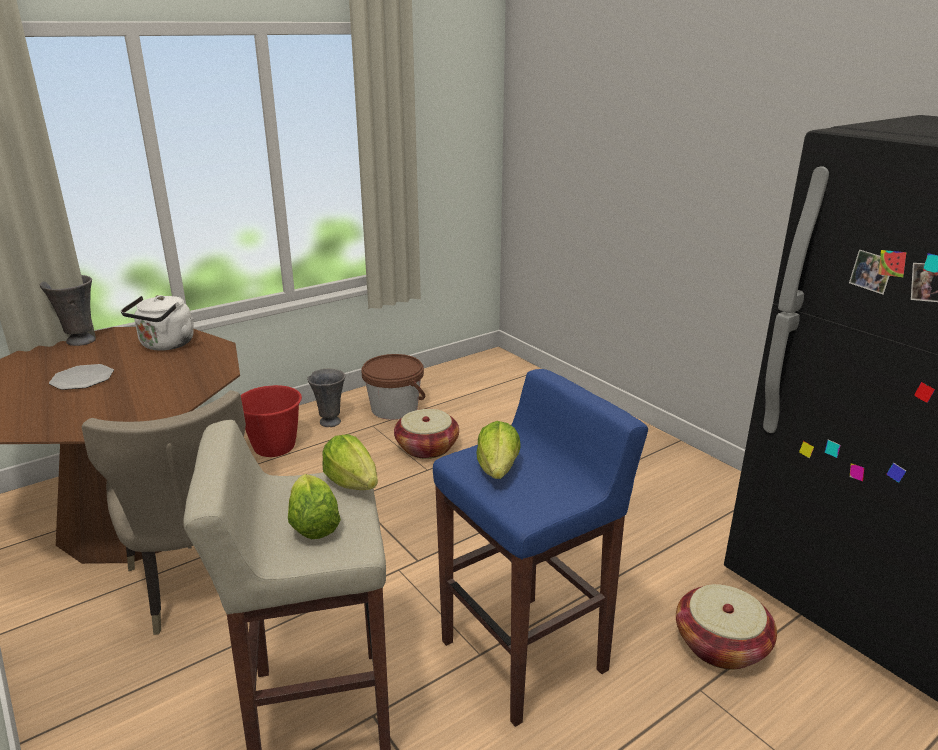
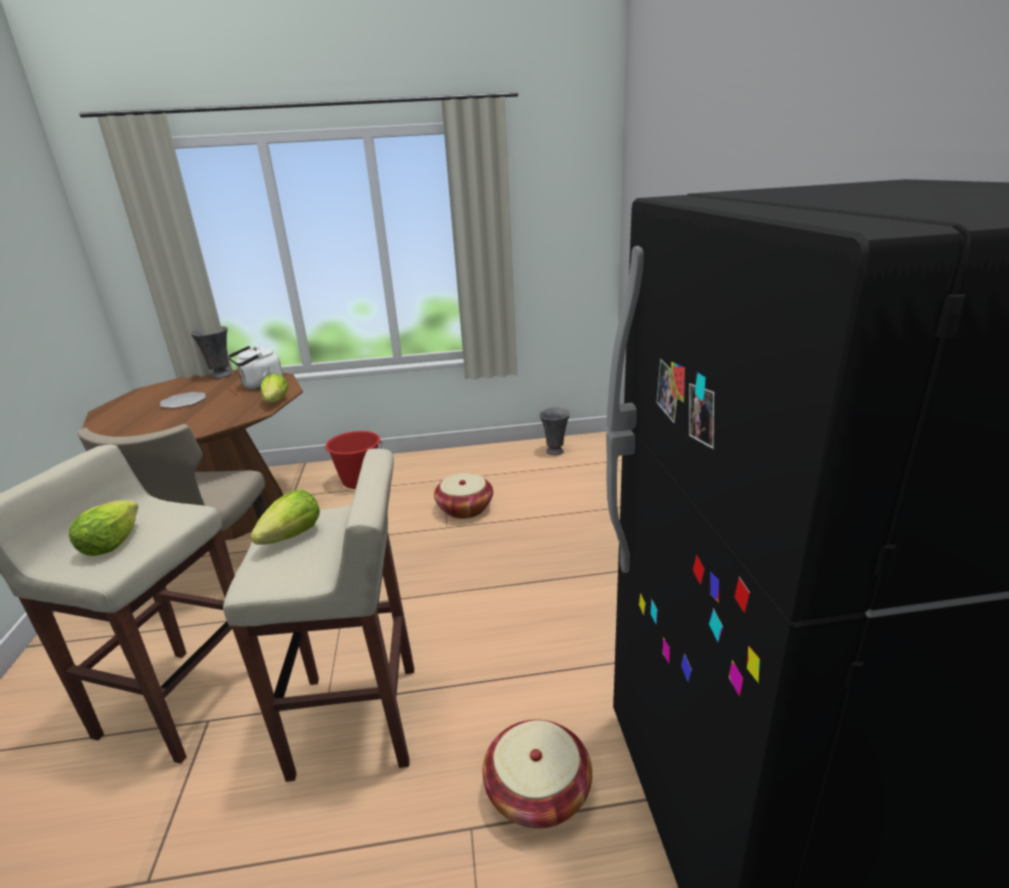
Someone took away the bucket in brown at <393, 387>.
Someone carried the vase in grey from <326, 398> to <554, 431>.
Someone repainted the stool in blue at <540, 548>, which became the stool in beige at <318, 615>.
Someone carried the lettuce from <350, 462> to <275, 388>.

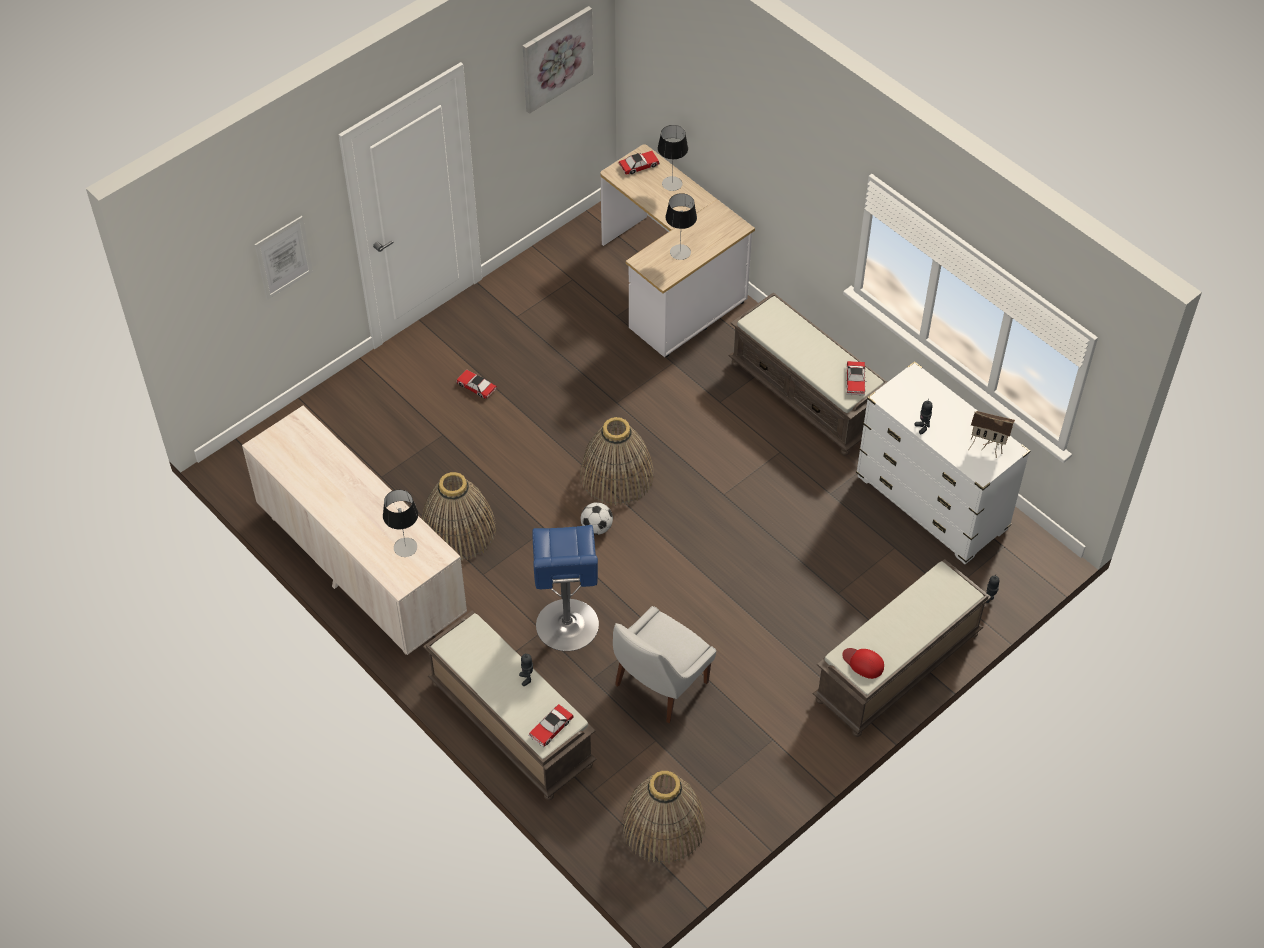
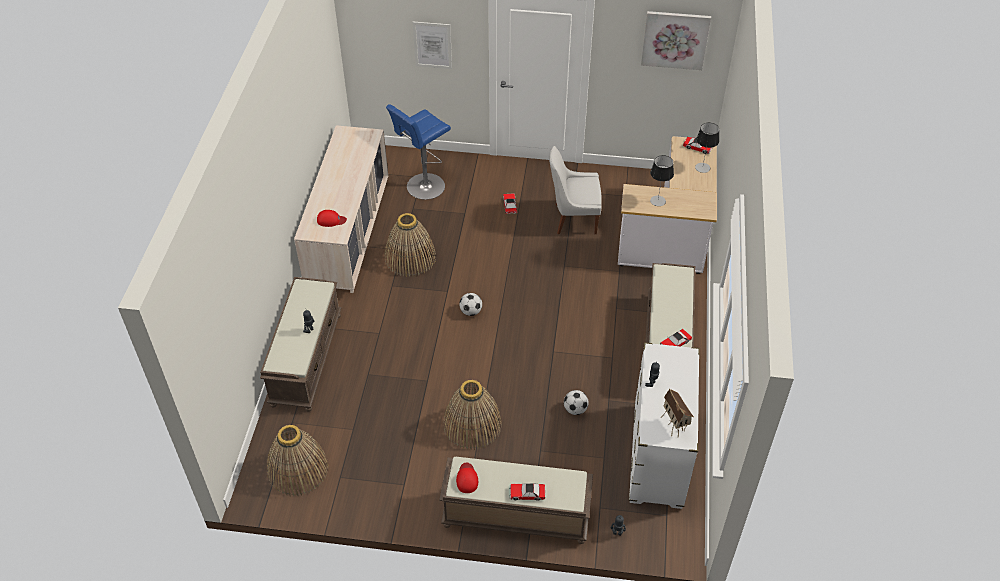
Someone carried the basket from <617, 461> to <472, 415>.
Someone swapped the table lamp at <400, 523> for the cap in red at <332, 218>.
Someone carried the stool in blue from <566, 588> to <418, 152>.
Someone carried the chair in white from <664, 664> to <575, 190>.
Someone carried the toy car from <551, 726> to <527, 492>.
Someone put down the football at <576, 402>.

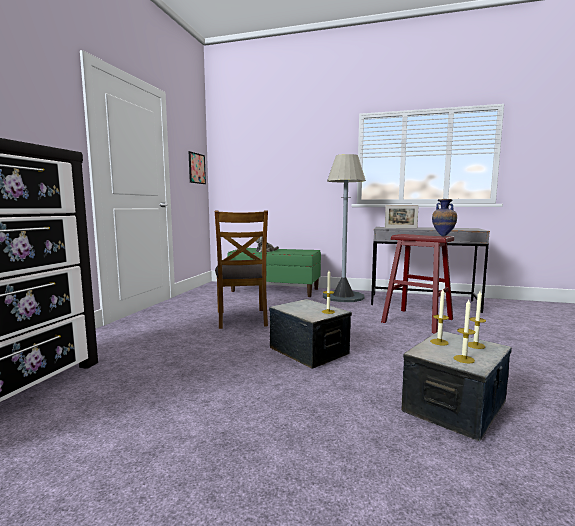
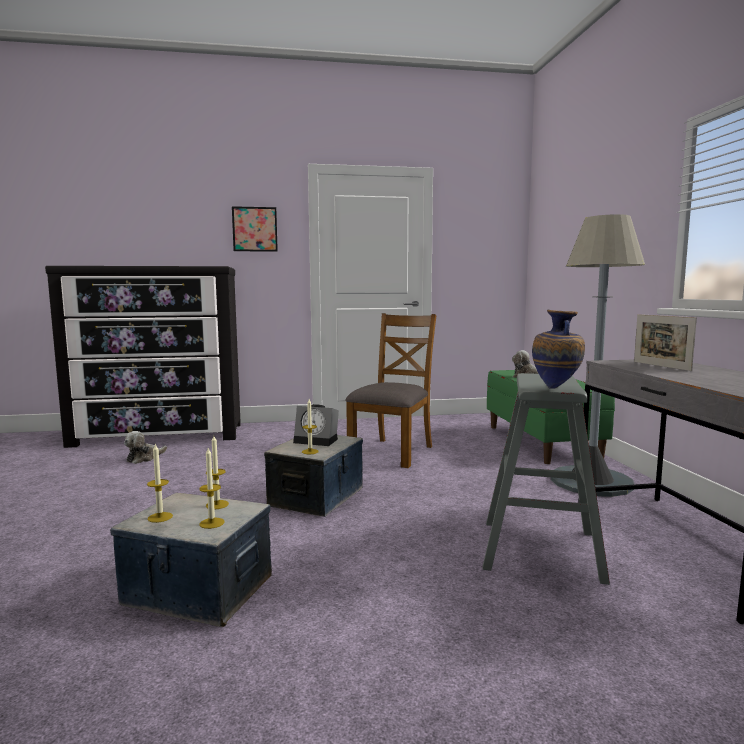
Someone carried the picture from <197, 167> to <255, 229>.
Someone rotated the chair in brown at <241, 269> by 150 degrees clockwise.
Someone repainted the stool in red at <417, 284>, which became the stool in grey at <546, 479>.
Someone put down the alarm clock at <316, 425>.
Someone put down the plush toy at <145, 447>.

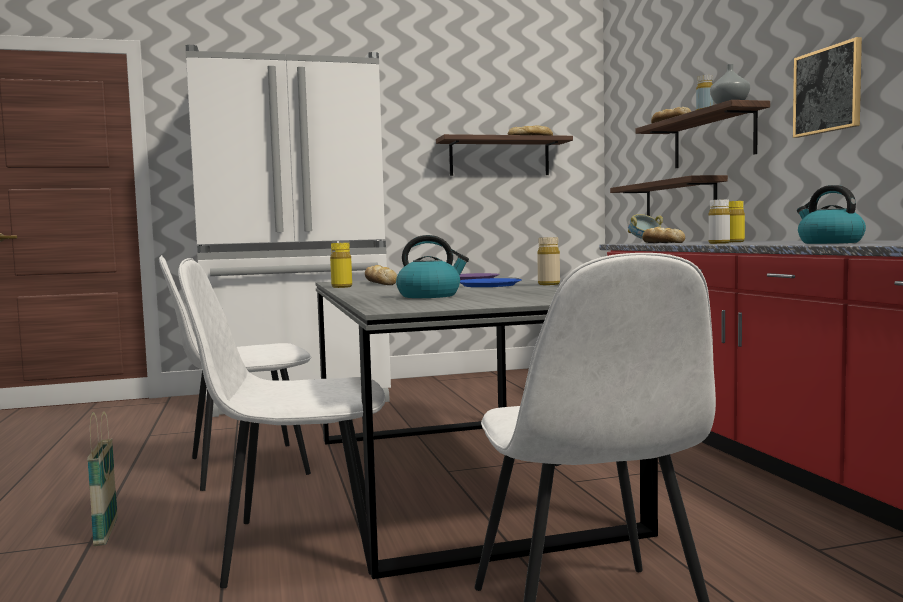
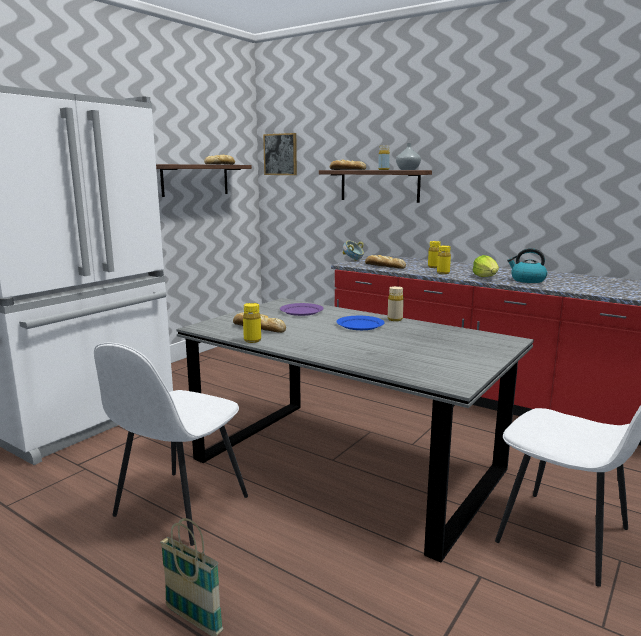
Someone carried the picture from <827, 87> to <280, 154>.
Someone took away the shelf at <669, 195>.
Someone repainted the bottle in white at <719, 221>, which became the bottle in yellow at <444, 260>.
Someone took away the kettle at <432, 266>.
Someone took away the chair in white at <281, 423>.
Someone put down the lettuce at <485, 266>.

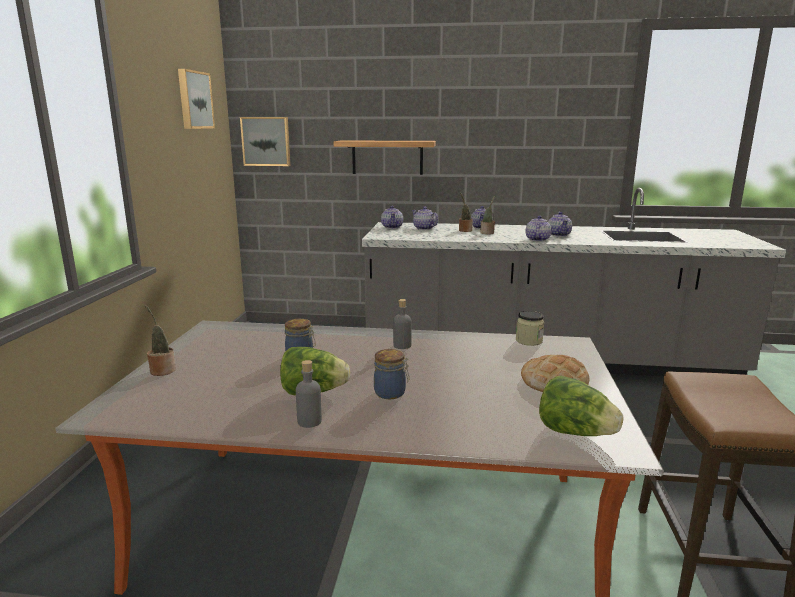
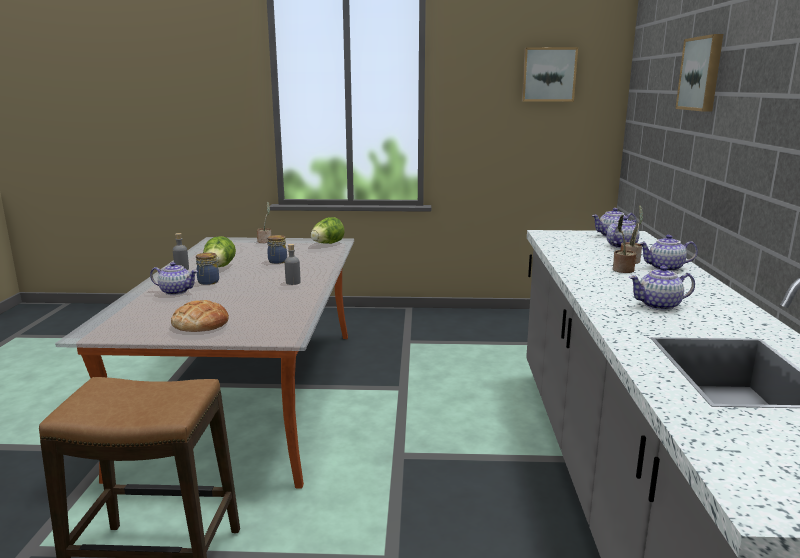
Someone carried the picture from <265, 141> to <699, 73>.
Someone took away the shelf at <385, 158>.
Someone carried the teapot from <538, 228> to <174, 278>.
Someone took away the jar at <530, 328>.
Someone carried the lettuce from <581, 406> to <328, 230>.

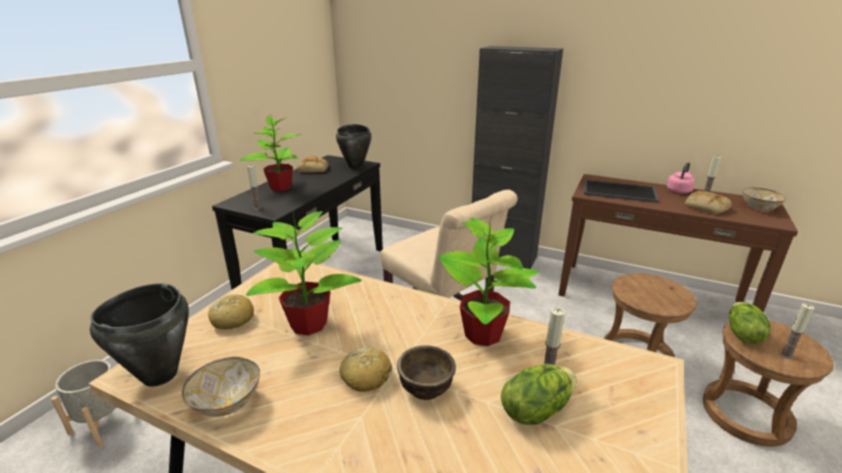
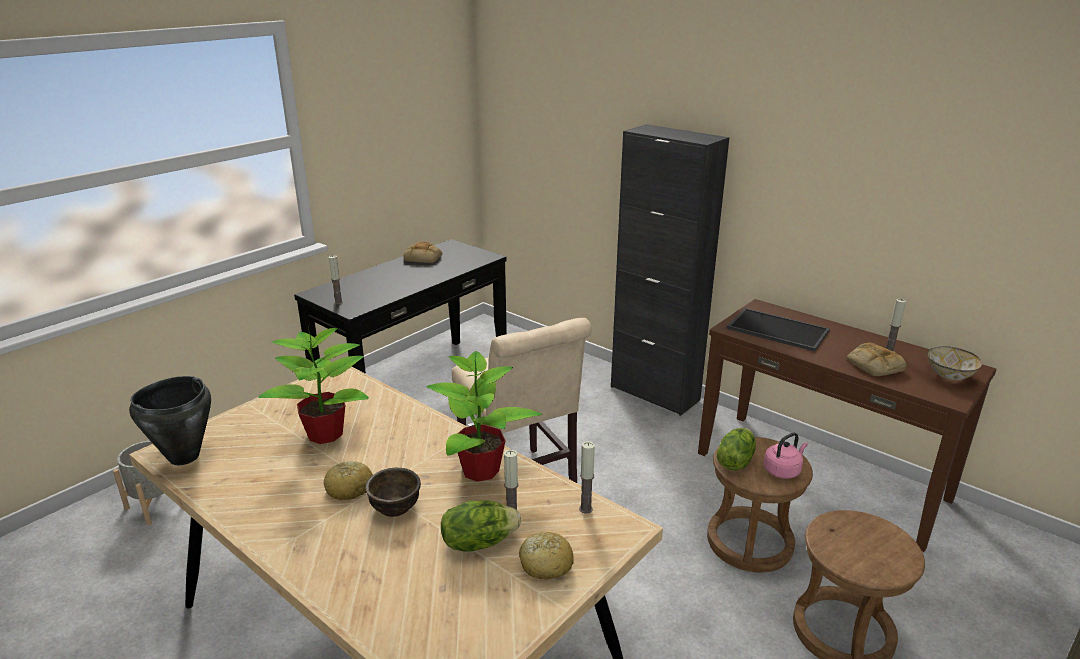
Someone took away the potted plant at <270, 152>.
Someone took away the cooking pot in black at <354, 146>.
Someone carried the kettle in pink from <681, 177> to <786, 456>.
Someone carried the bread from <231, 312> to <546, 556>.
Someone carried the lettuce from <750, 323> to <736, 449>.
Someone carried the candle from <797, 331> to <587, 477>.
Someone took away the bowl at <221, 387>.

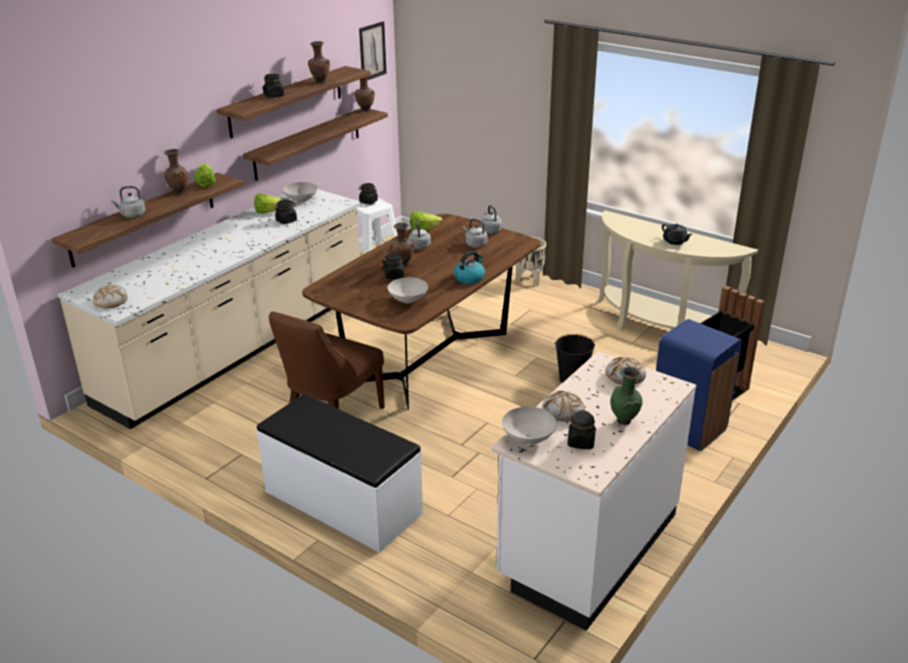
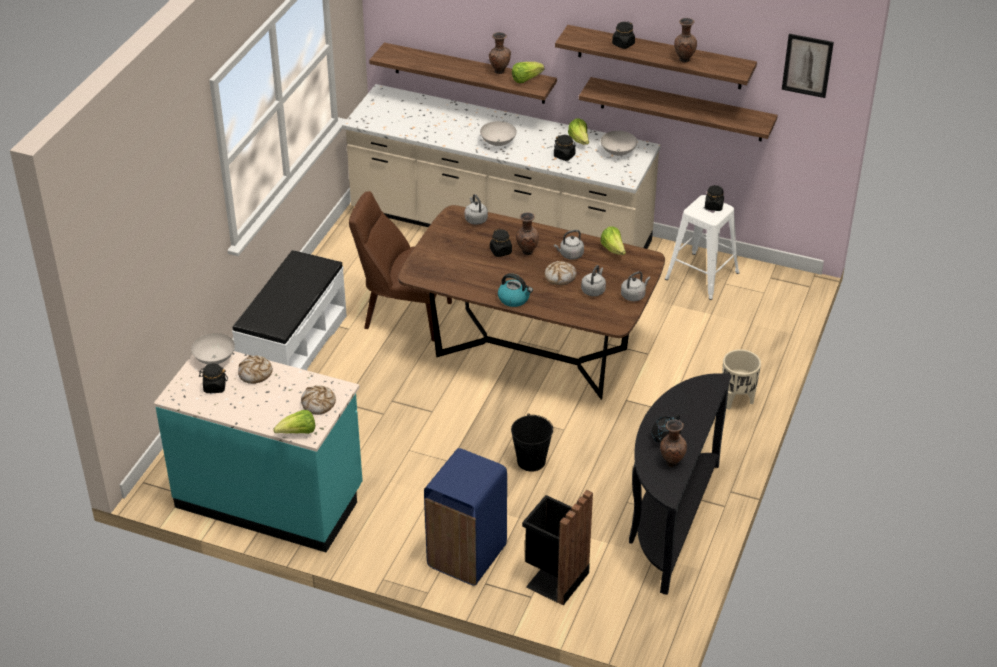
Someone carried the vase in brown from <365, 94> to <673, 443>.
Someone carried the kettle in grey from <128, 202> to <476, 209>.
Someone repainted the console table in beige at <678, 270>, which became the console table in black at <680, 484>.
Someone carried the bowl in white from <407, 290> to <498, 133>.
Someone carried the bread from <110, 296> to <561, 273>.
Someone repainted the counter in white at <593, 491>, which became the counter in turquoise at <258, 451>.
Someone took away the vase in green at <627, 396>.
Someone put down the lettuce at <294, 422>.

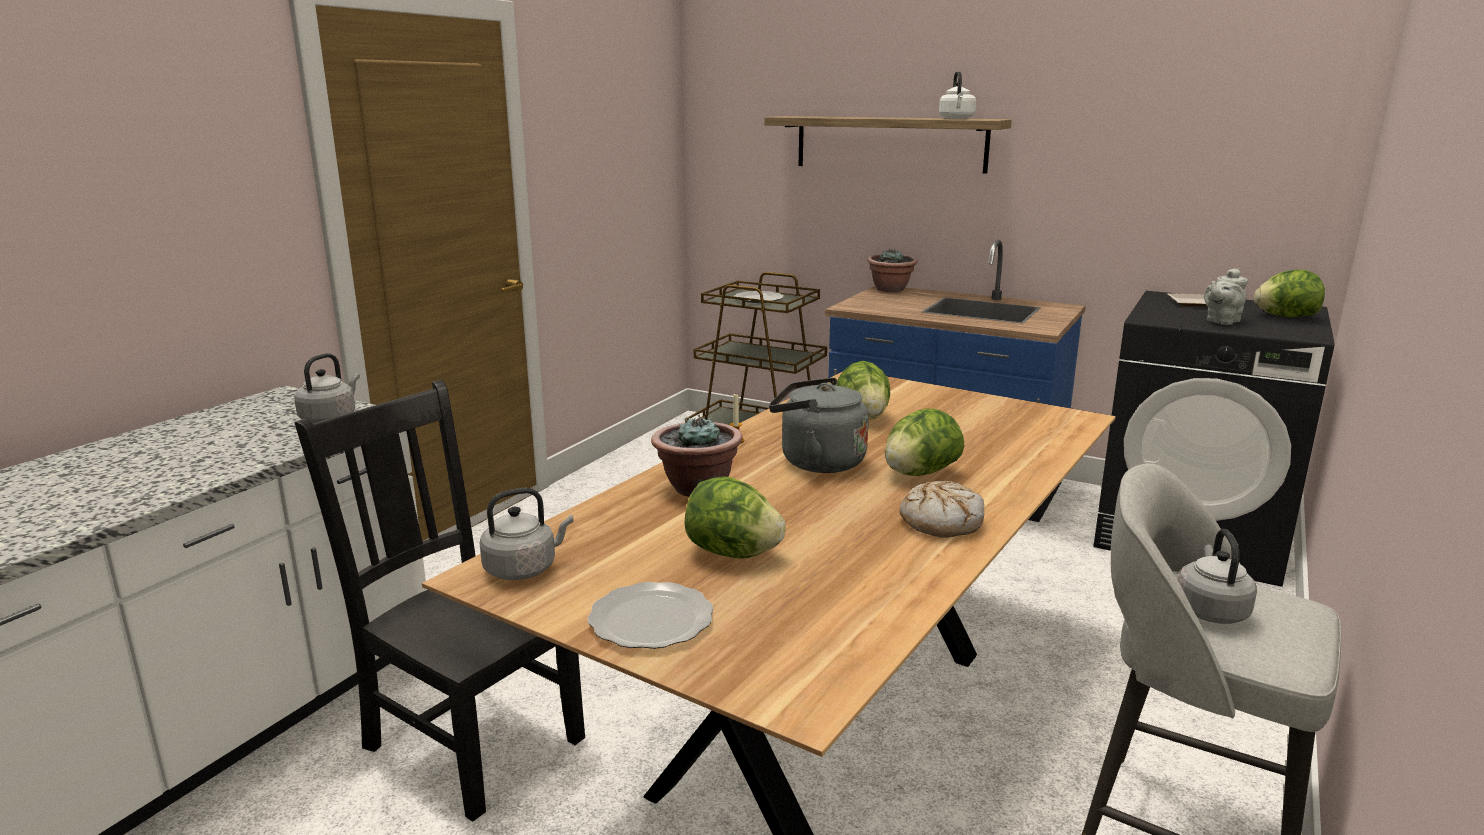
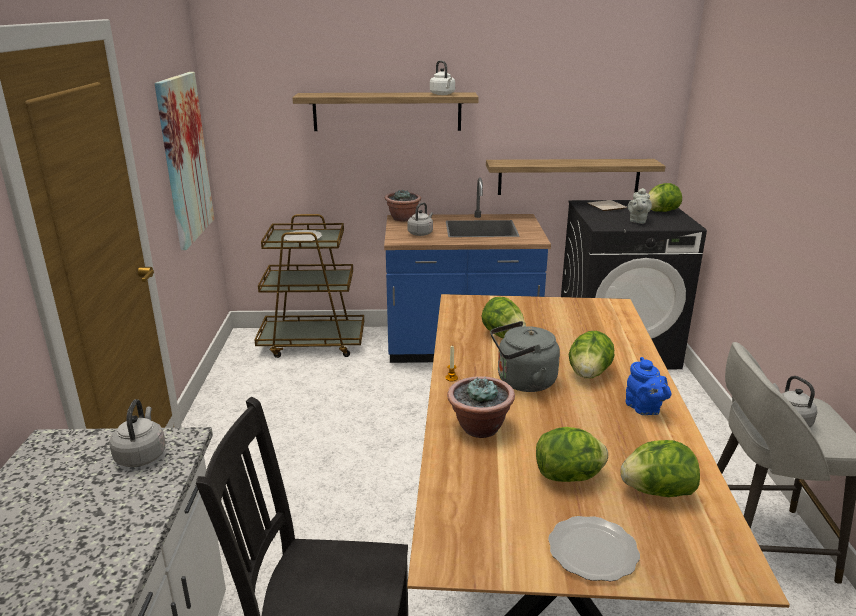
Someone swapped the bread at <941, 509> for the teapot in blue at <649, 386>.
Someone carried the kettle in grey from <527, 534> to <420, 219>.
Someone put up the picture at <184, 161>.
Someone put up the shelf at <576, 177>.
Someone put down the lettuce at <660, 468>.

